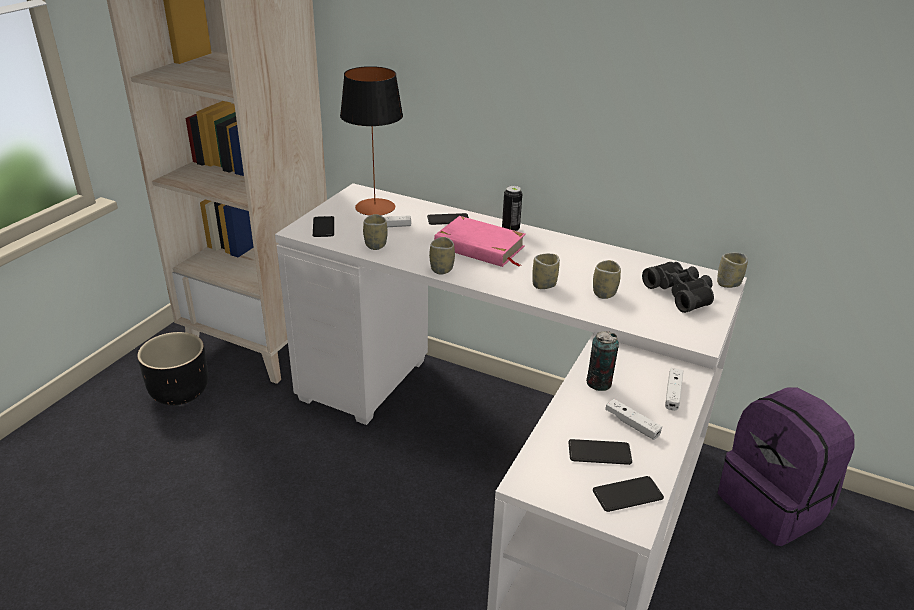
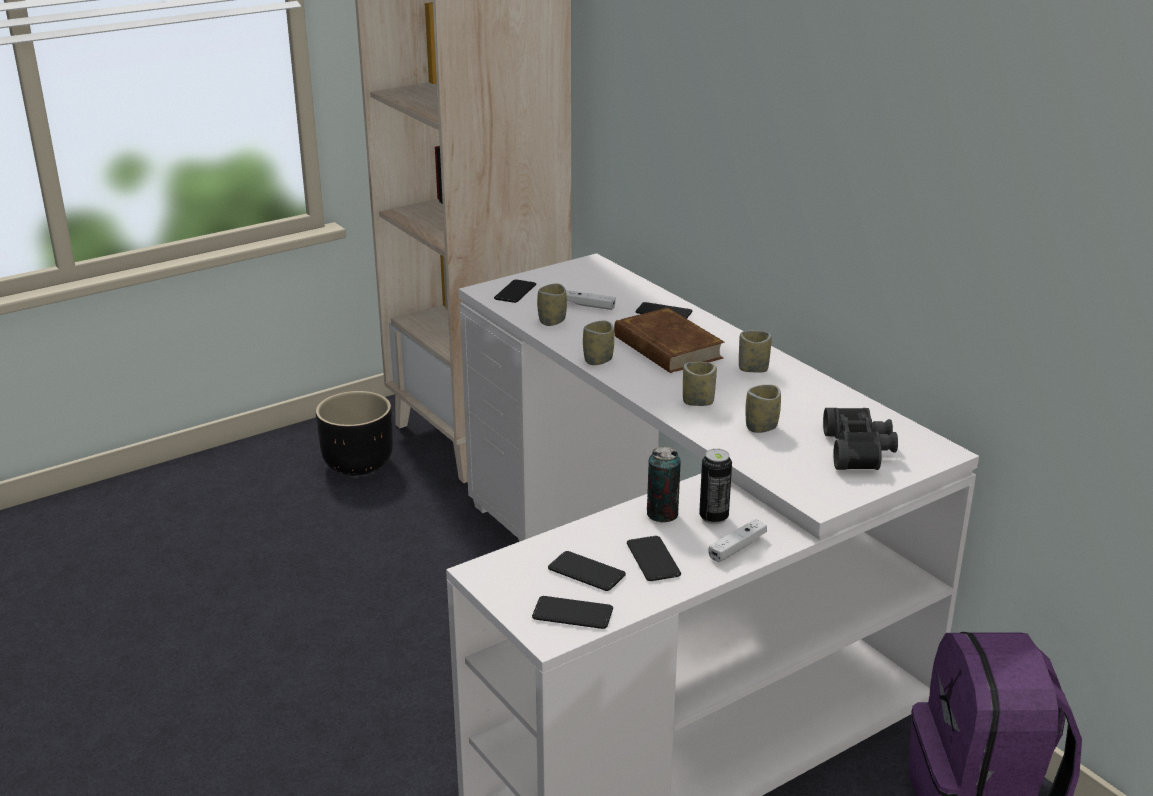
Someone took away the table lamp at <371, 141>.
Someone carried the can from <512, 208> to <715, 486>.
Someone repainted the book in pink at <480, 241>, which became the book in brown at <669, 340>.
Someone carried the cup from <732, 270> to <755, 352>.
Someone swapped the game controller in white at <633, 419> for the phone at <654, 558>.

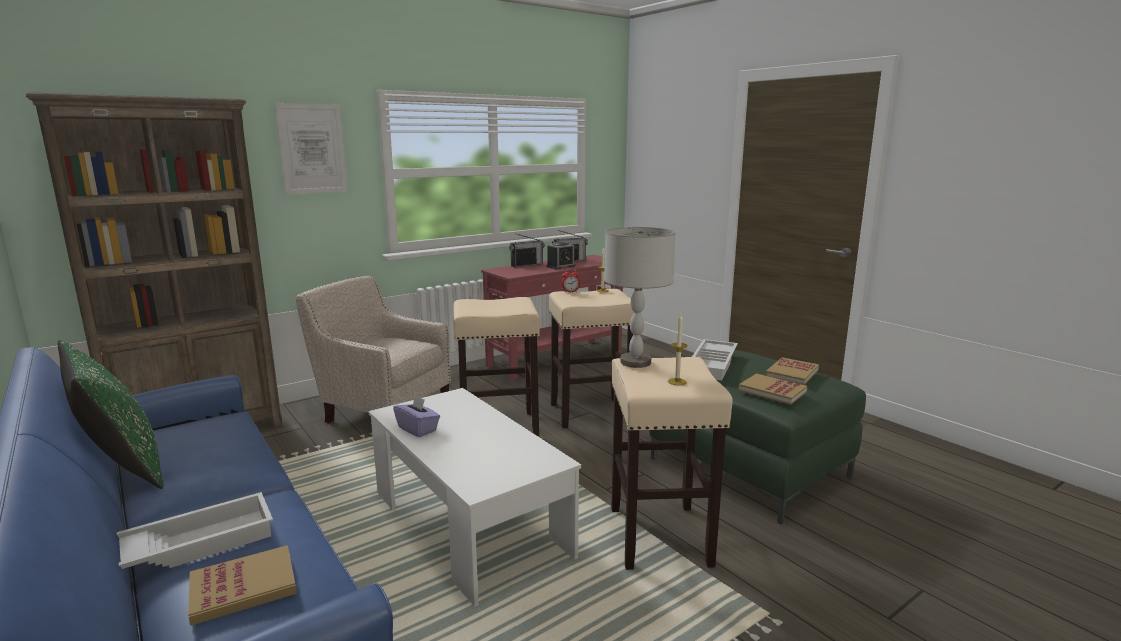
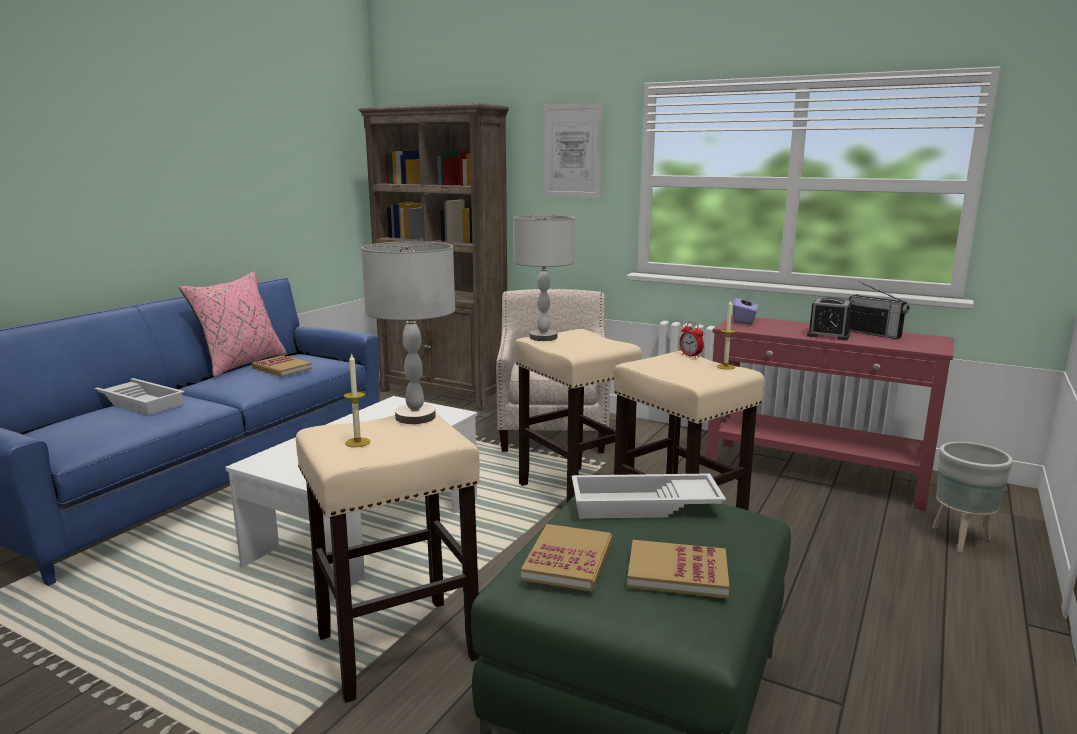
Someone took away the radio at <527, 250>.
Someone repainted the pillow in green at <111, 414>, which became the pillow in pink at <233, 324>.
Someone carried the tissue box in purple from <416, 416> to <745, 309>.
Someone carried the book from <242, 585> to <282, 366>.
Someone put down the table lamp in grey at <544, 278>.
Someone put down the planter in grey at <972, 497>.

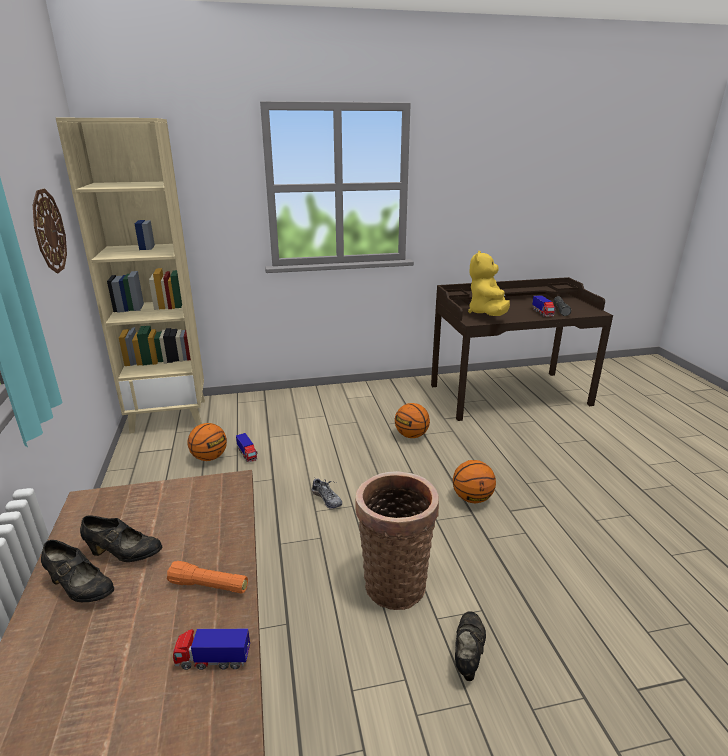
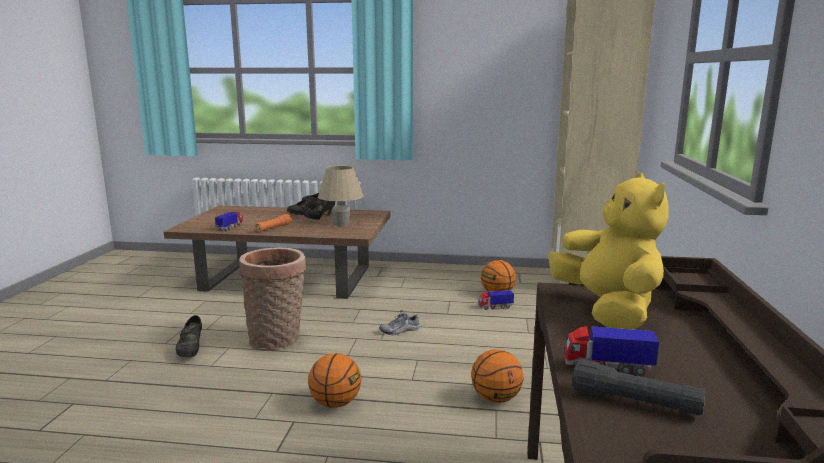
Someone took away the wall clock at <50, 231>.
Someone rotated the plush toy in yellow at <489, 283> by 45 degrees clockwise.
Someone rotated the shoe in black at <470, 646> by 45 degrees clockwise.
Someone put down the table lamp in beige at <341, 196>.

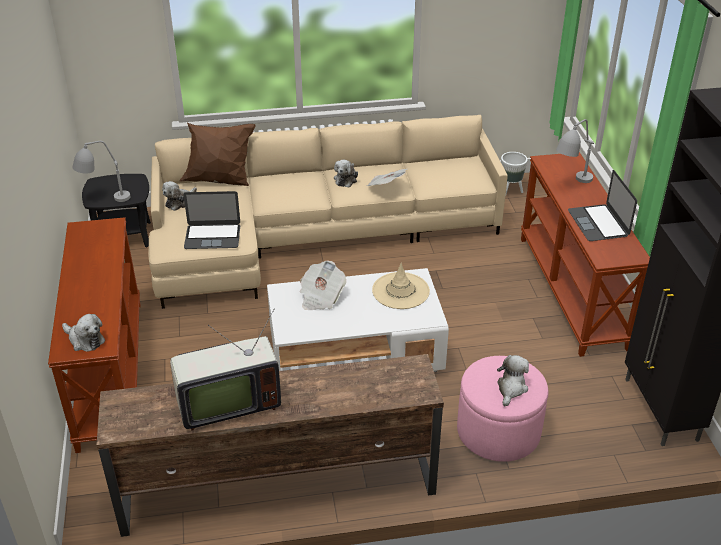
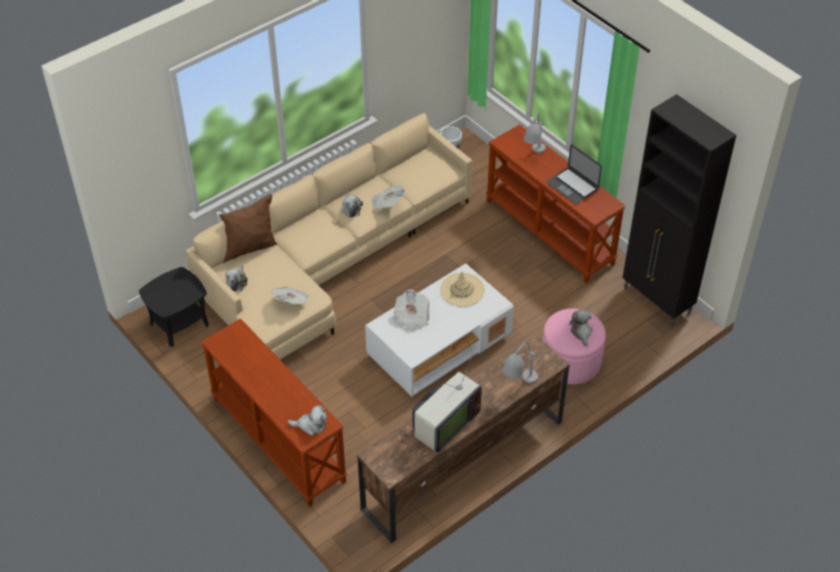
Someone carried the table lamp in grey from <101, 171> to <520, 362>.
Someone swapped the laptop at <211, 220> for the newspaper at <290, 295>.

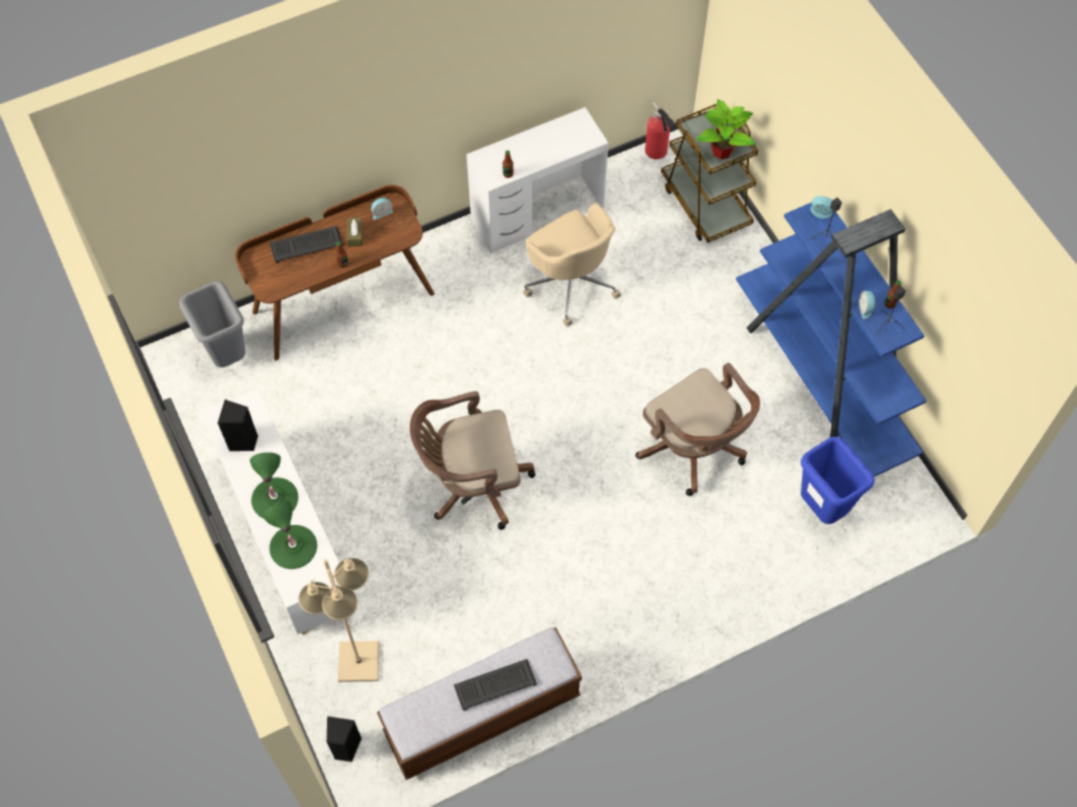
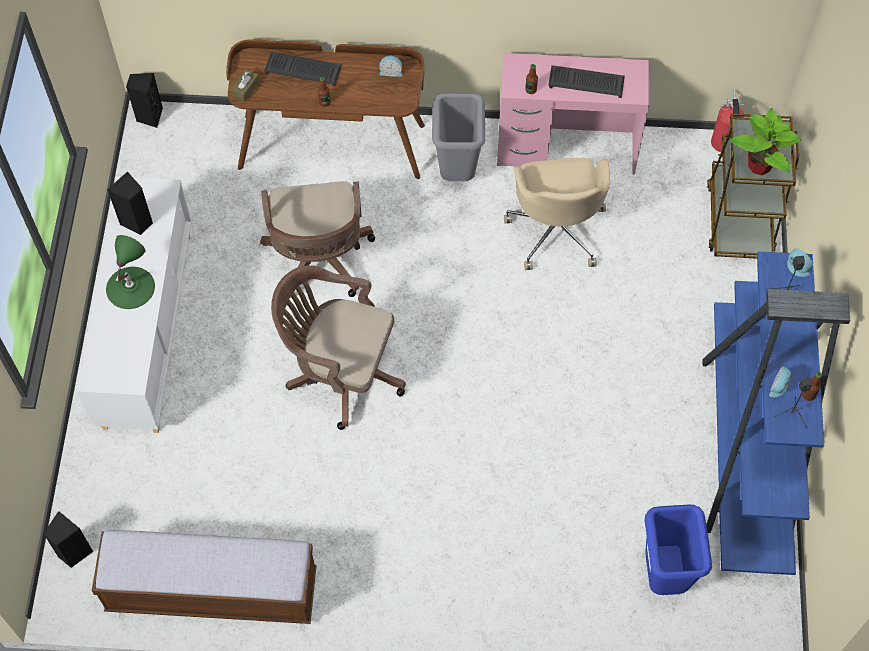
Someone repainted the desk in white at <537, 180>, which became the desk in pink at <573, 114>.
Someone carried the tissue box in brown from <355, 232> to <245, 85>.
Someone carried the trash can in grey from <212, 324> to <458, 137>.
Someone carried the office chair in brown from <698, 429> to <317, 239>.
Someone took away the table lamp in green at <290, 535>.
Someone took away the floor lamp in beige at <339, 620>.
Someone carried the keyboard from <495, 685> to <586, 81>.
Someone put down the speaker in black at <144, 100>.

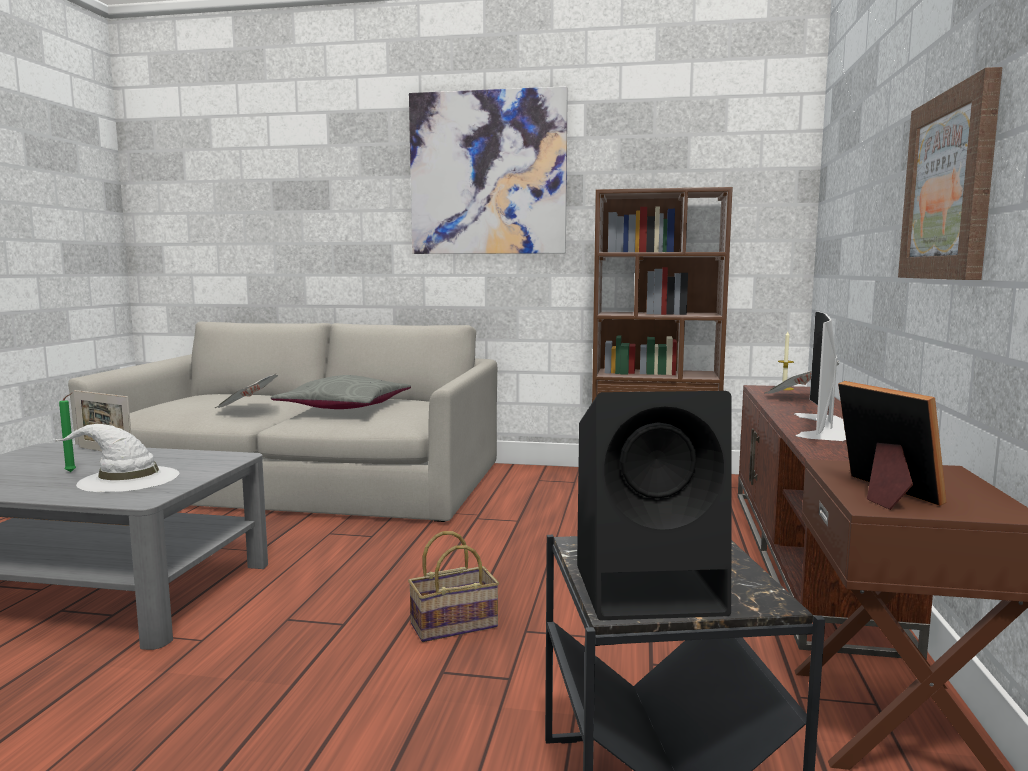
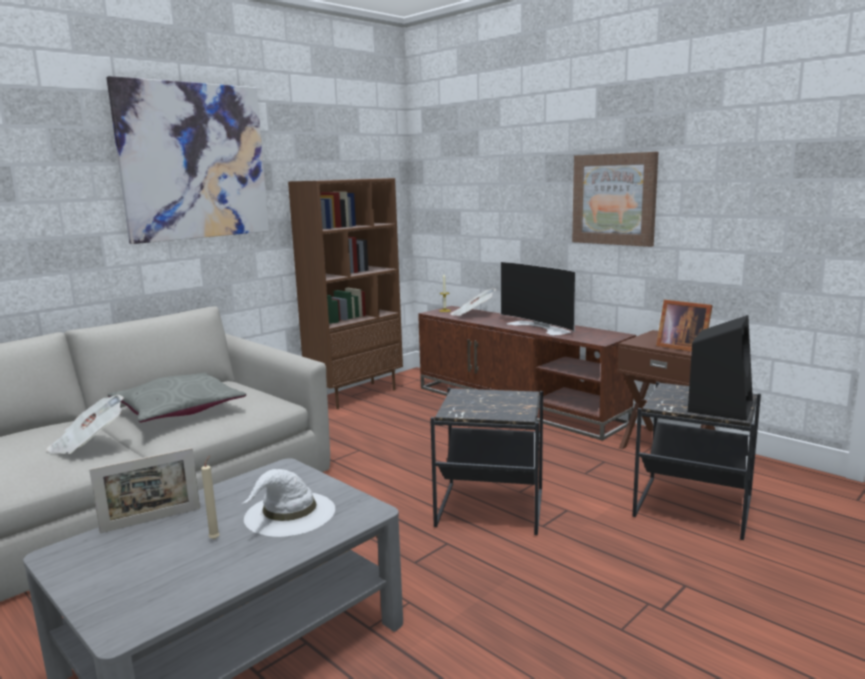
Someone rotated the picture frame at <892, 445> by 150 degrees counterclockwise.
Someone repainted the candle in green at <67, 432>, which became the candle in beige at <210, 497>.
Someone swapped the basket at <453, 586> for the side table in black at <486, 461>.

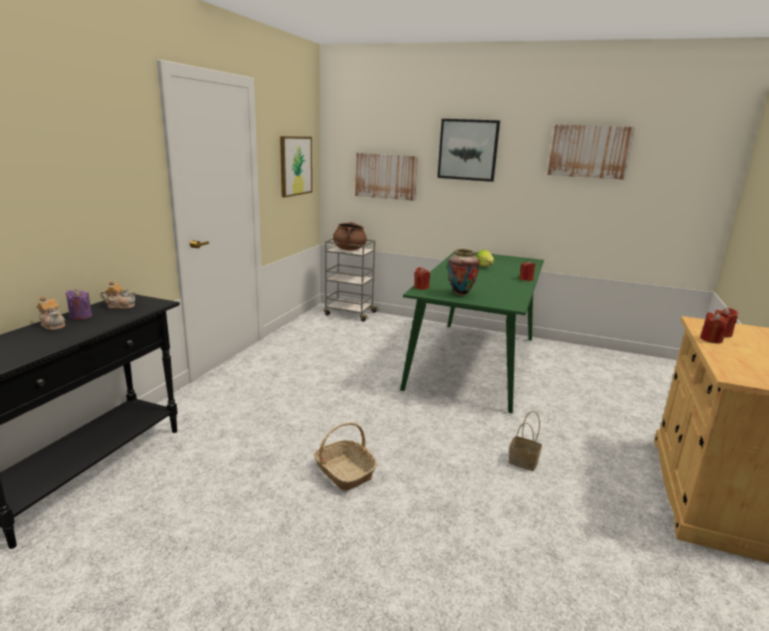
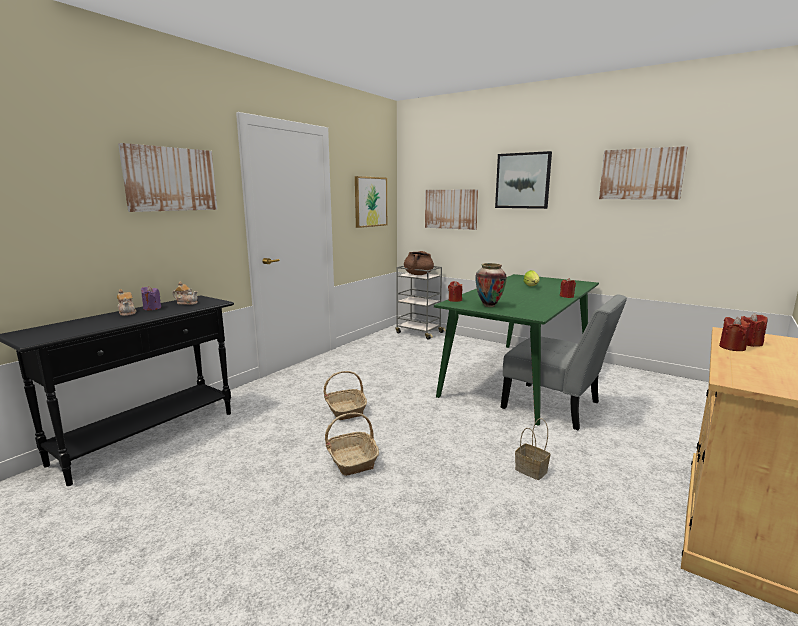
Someone put up the picture at <167, 177>.
Someone put down the chair in grey at <563, 362>.
Someone put down the basket at <345, 395>.

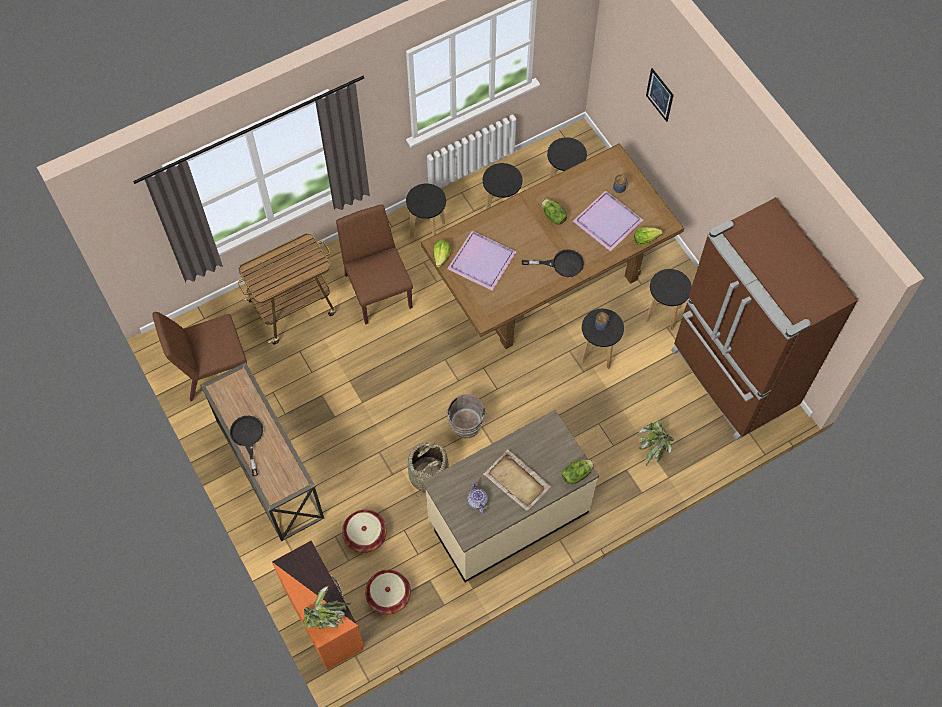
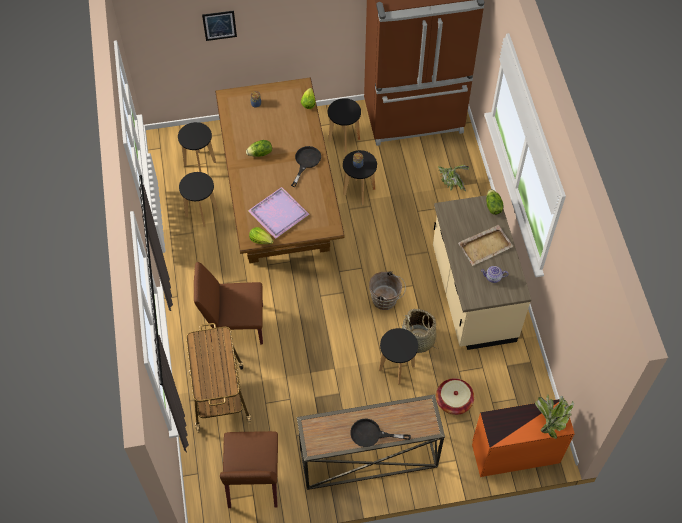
Someone carried the stool in black from <426, 211> to <398, 356>.
Someone took away the tray in purple at <608, 221>.
Someone took away the basket at <388, 592>.

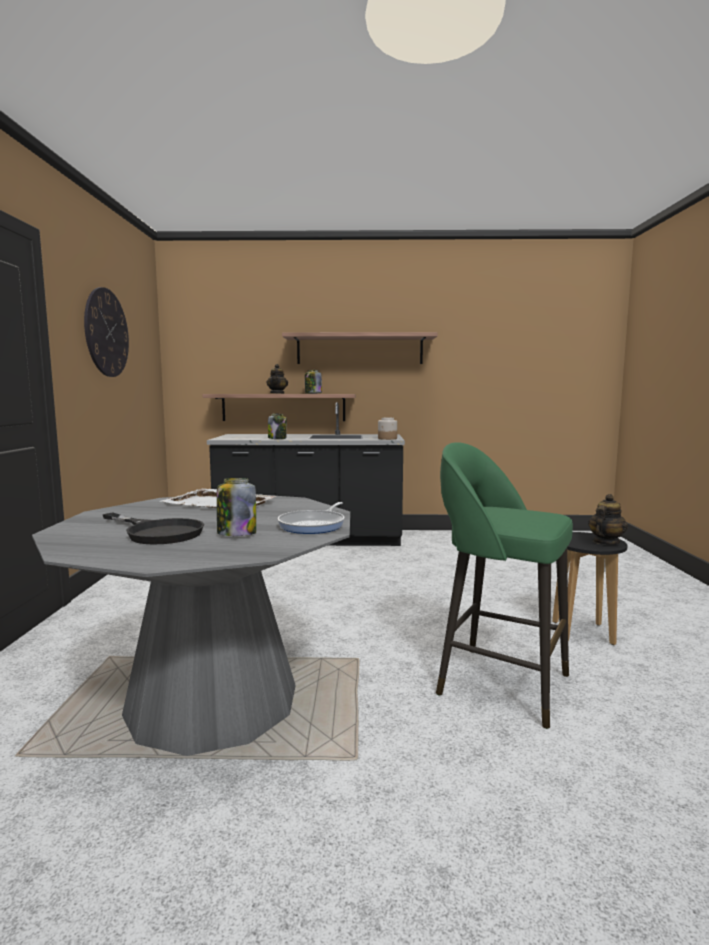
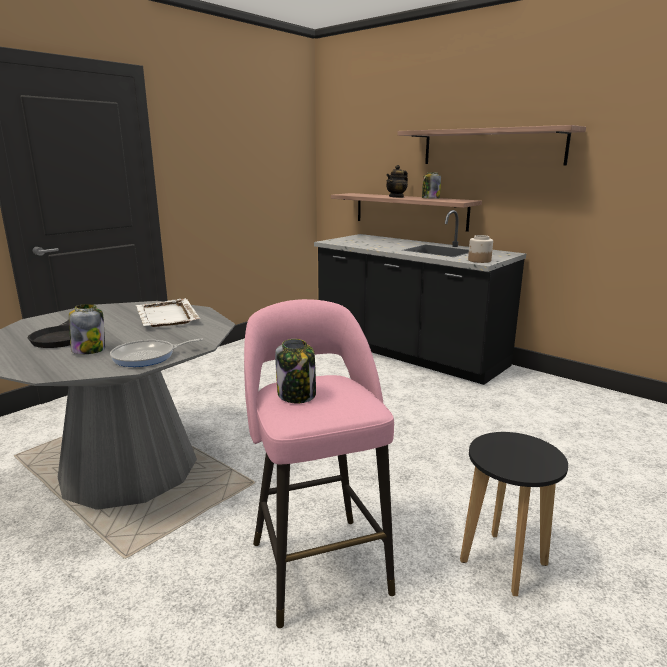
Someone took away the wall clock at <106, 332>.
Someone carried the jar from <277, 426> to <295, 371>.
Someone repainted the stool in green at <504, 585>, which became the stool in pink at <319, 463>.
Someone took away the teapot at <608, 519>.

